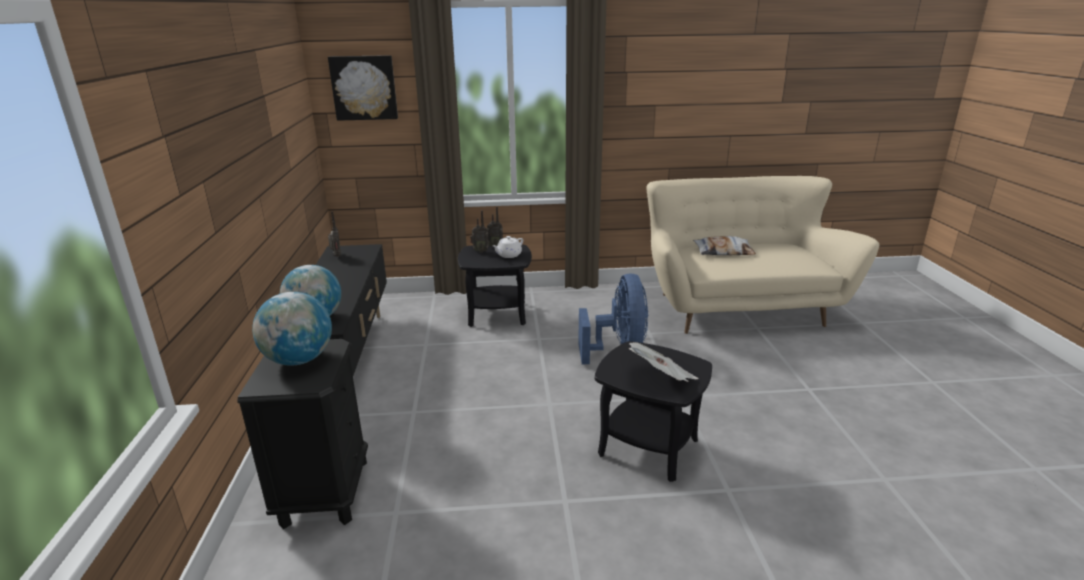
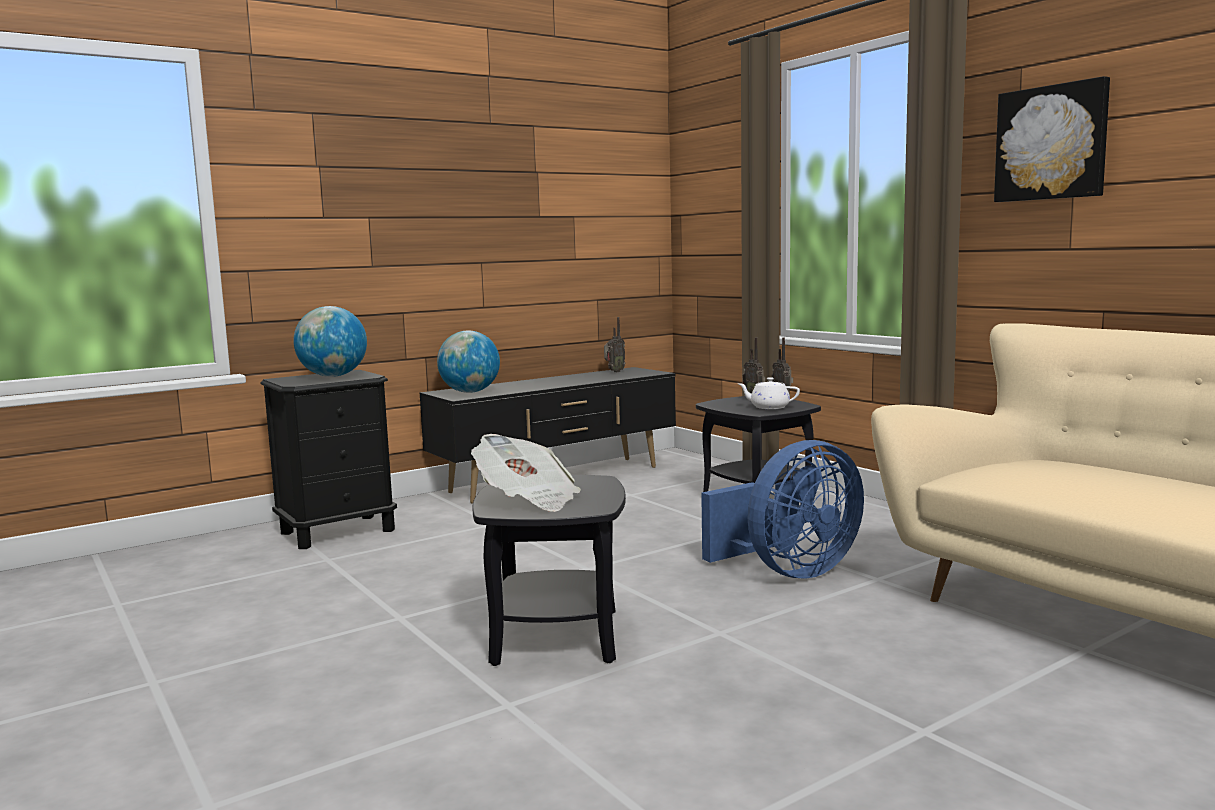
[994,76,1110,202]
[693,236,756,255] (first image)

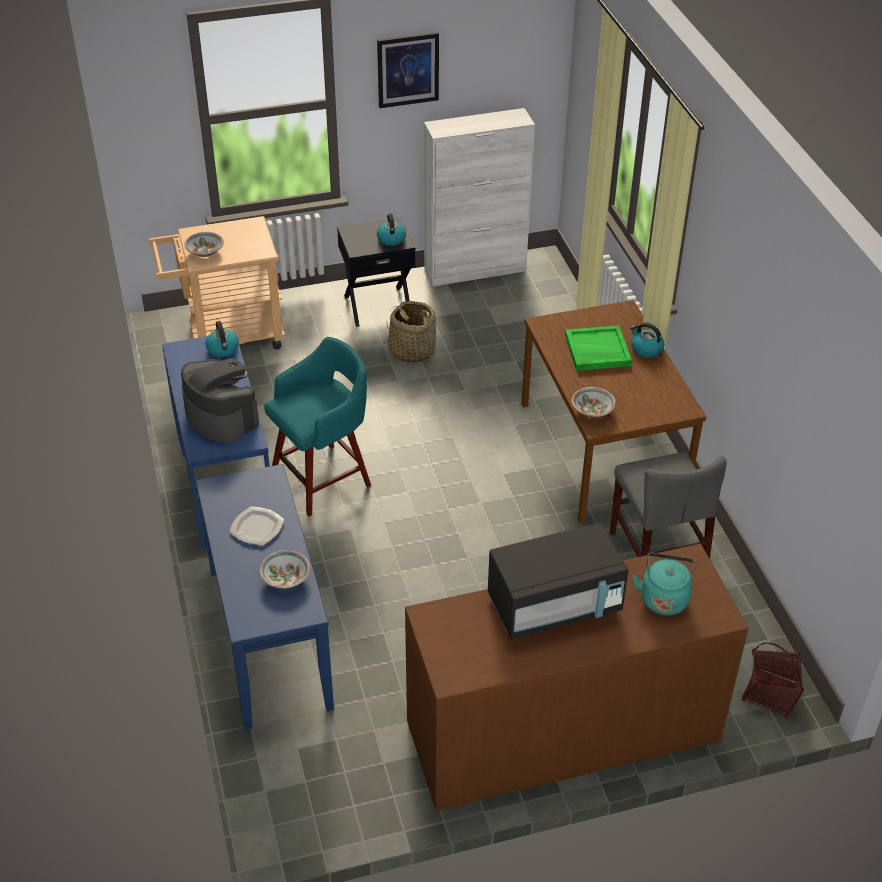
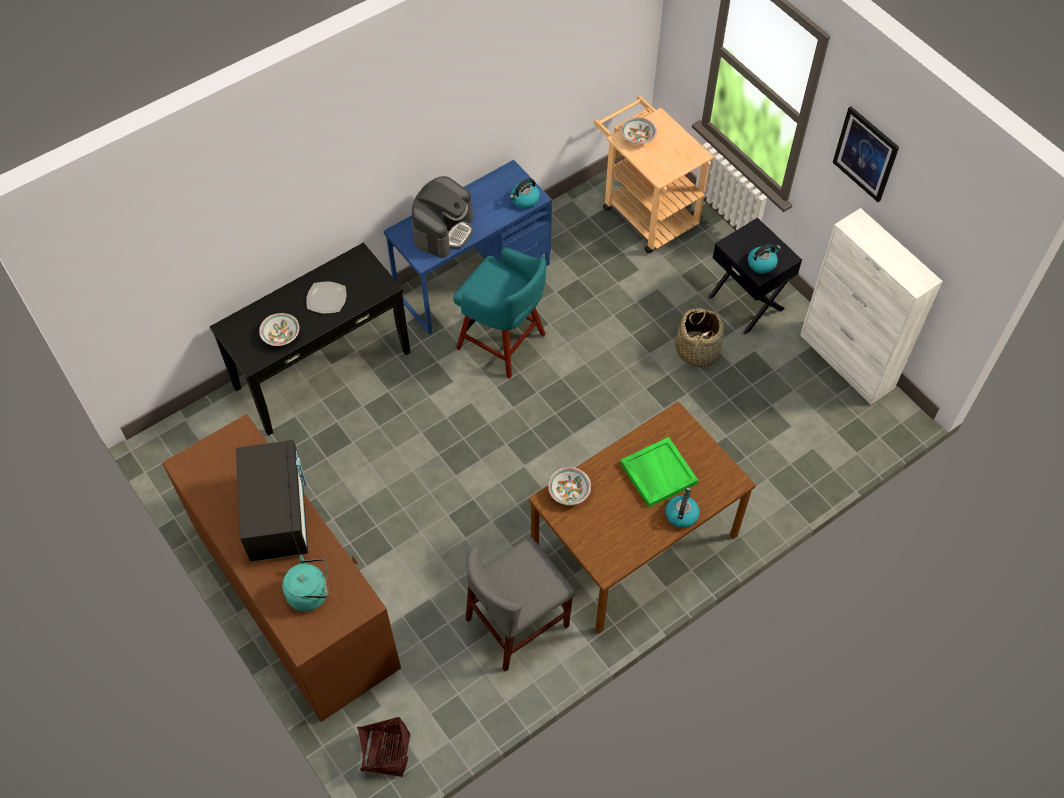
[210,243,411,436]
[236,440,308,562]

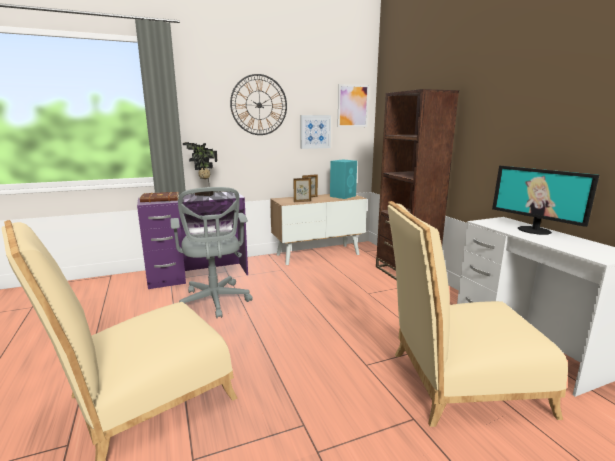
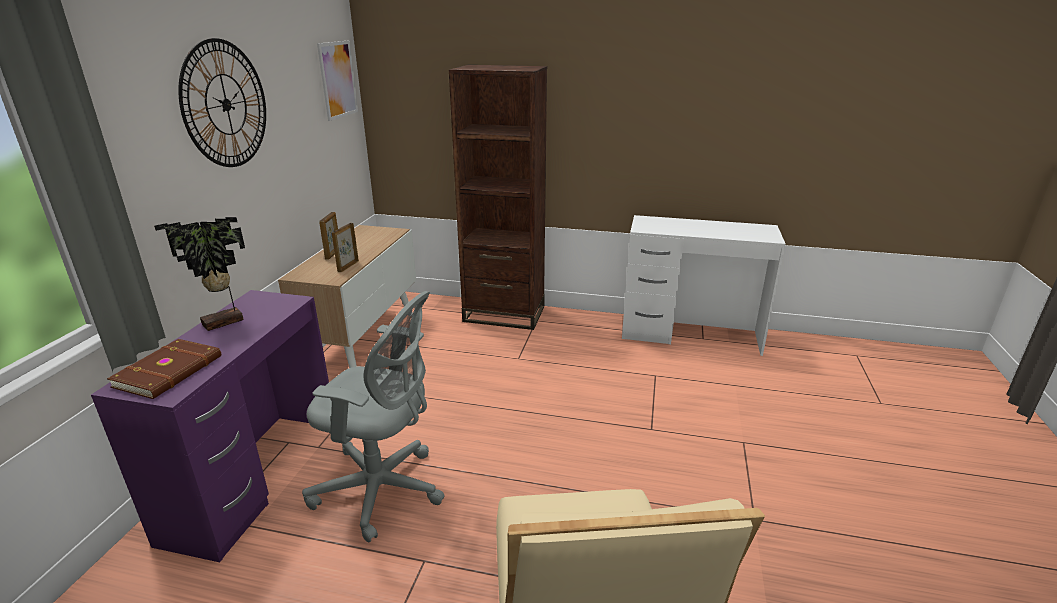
[300,115,331,149] (first image)
[330,159,357,199] (first image)
[388,201,568,427] (first image)
[492,166,599,235] (first image)

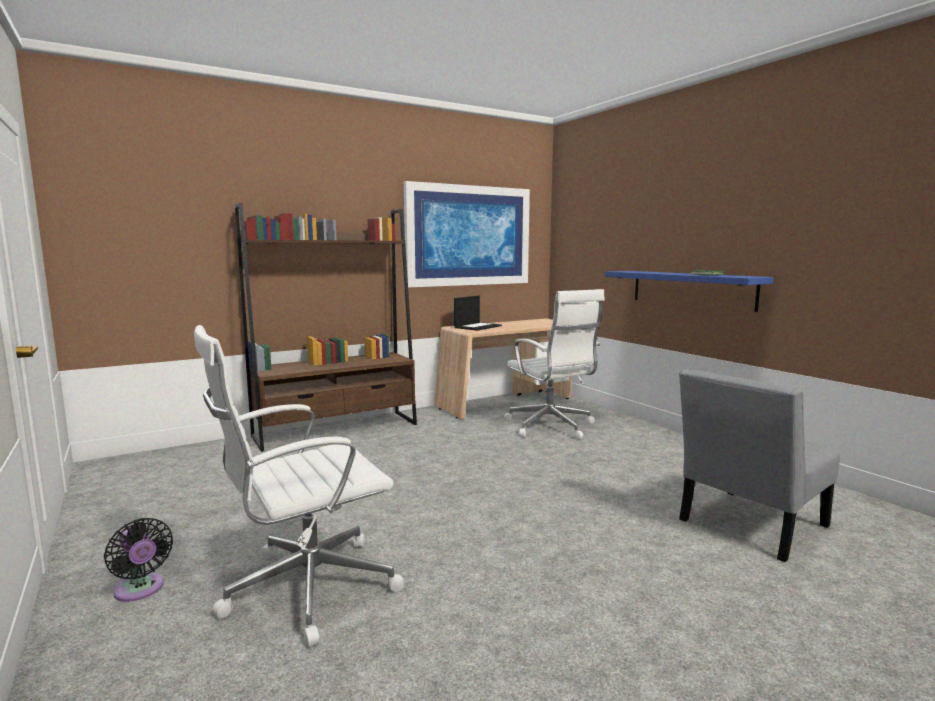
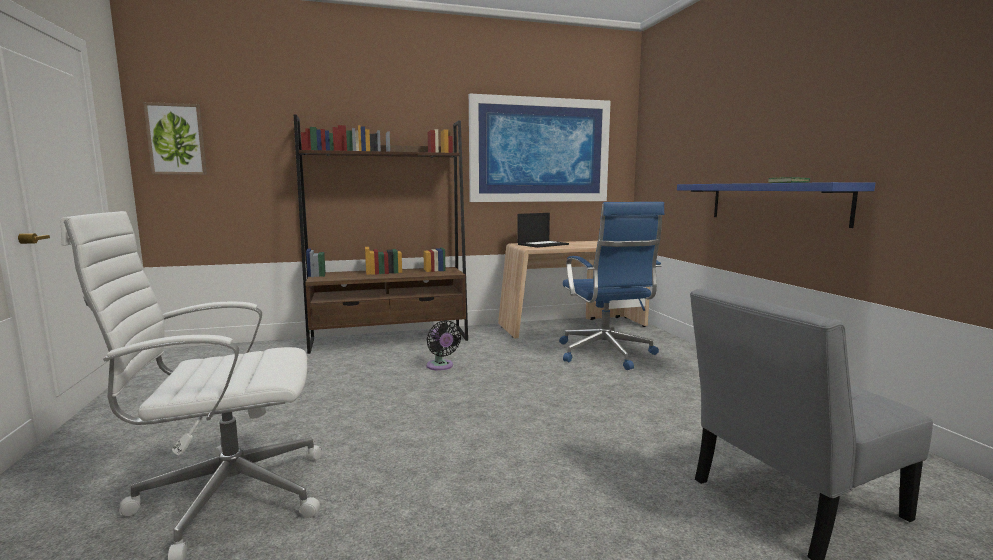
[143,102,207,175]
[426,320,461,370]
[559,202,664,370]

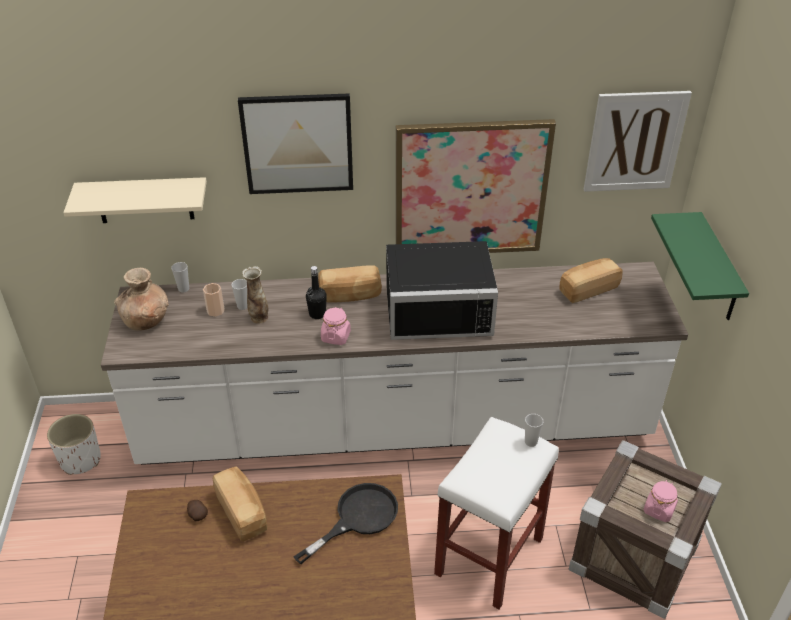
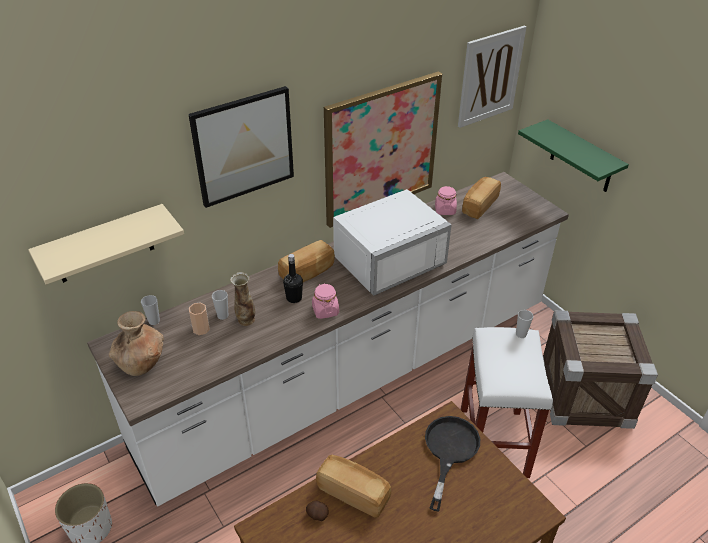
[333,189,451,296]
[435,186,457,215]

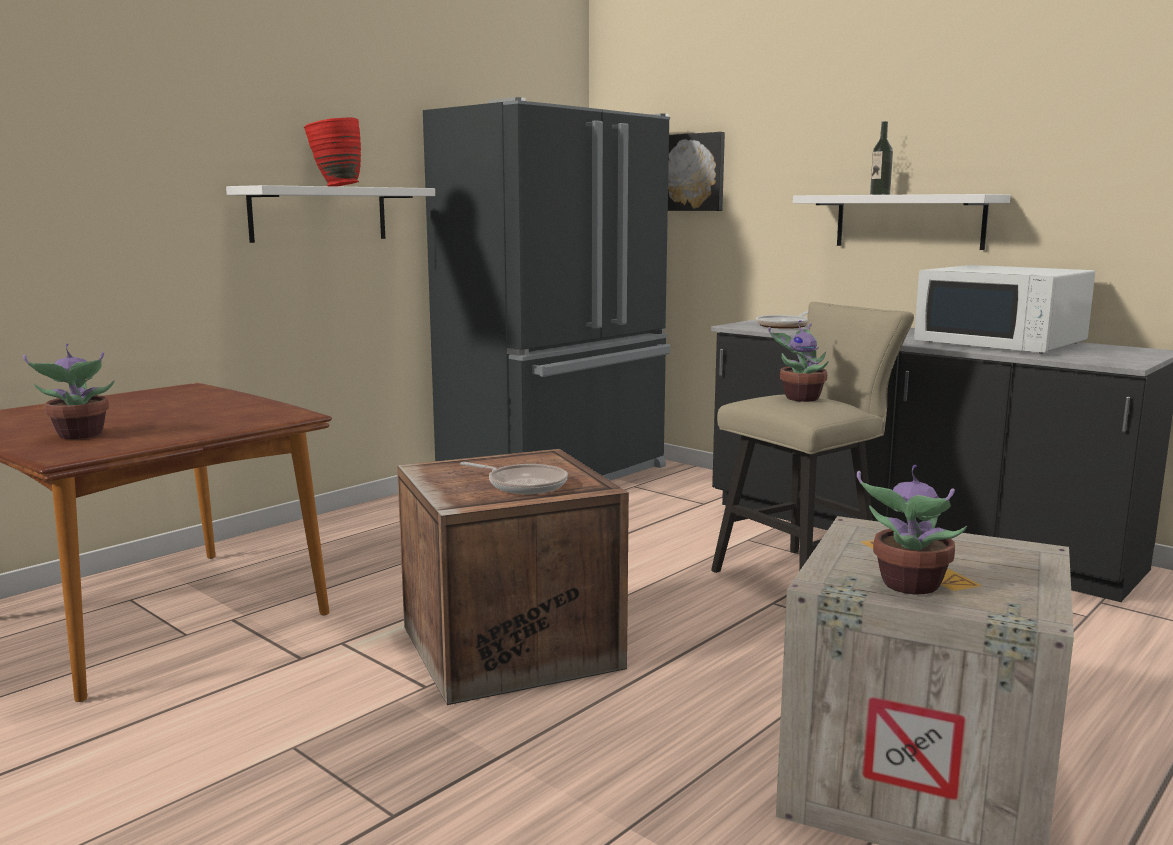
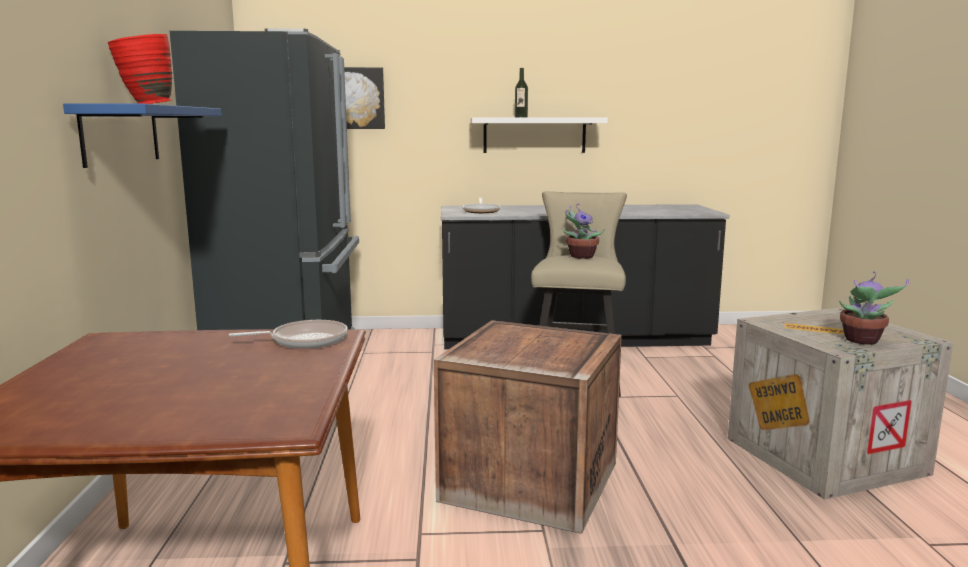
[63,103,222,168]
[229,320,348,349]
[23,344,115,439] (first image)
[914,265,1095,353] (first image)

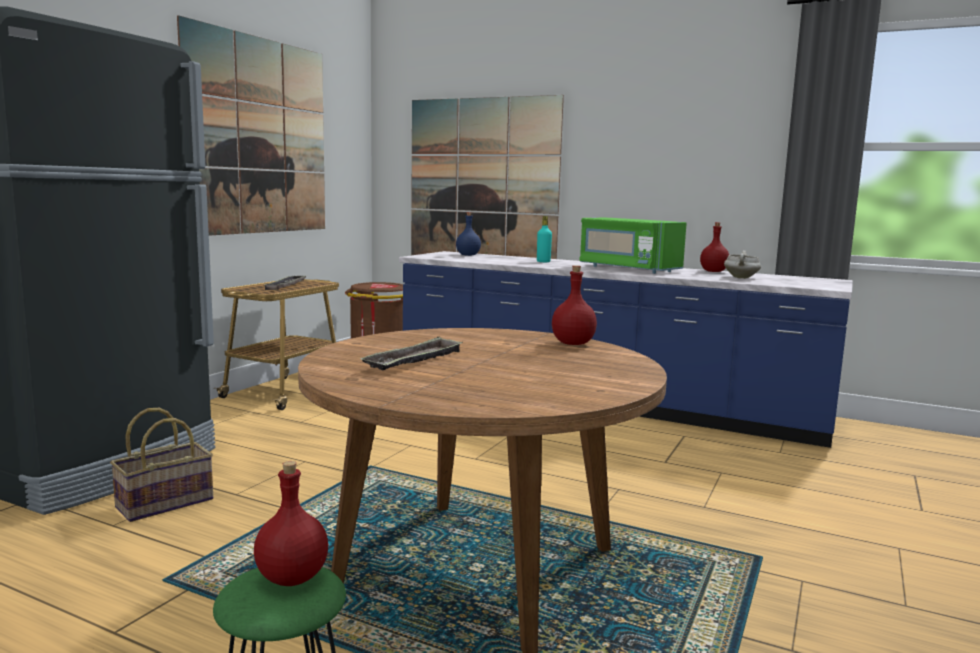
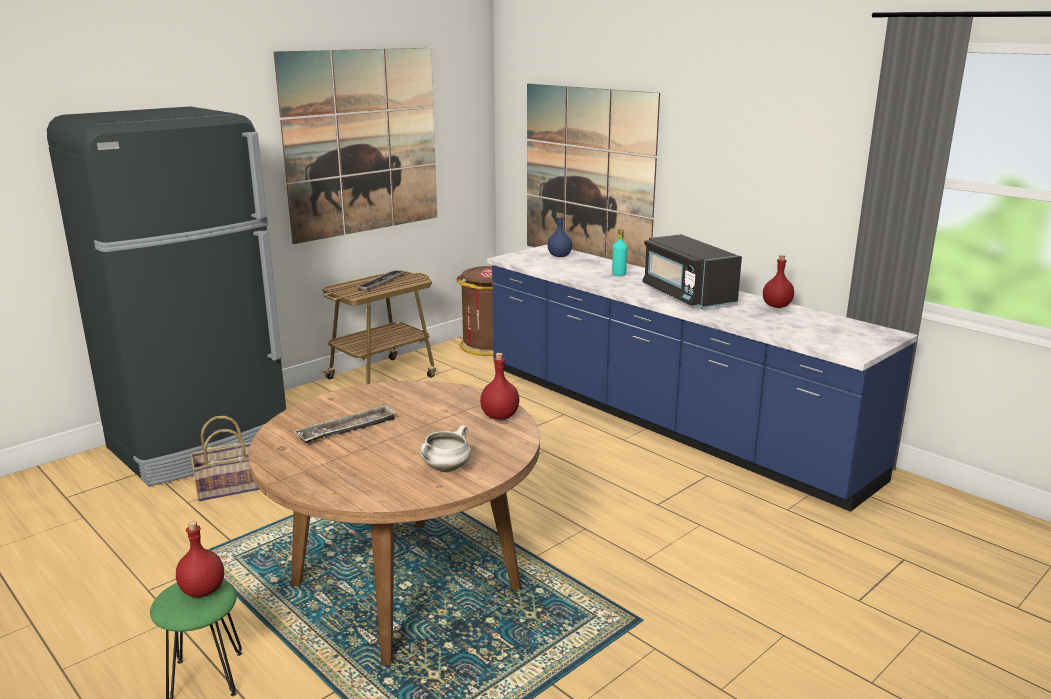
[420,425,472,472]
[642,234,742,309]

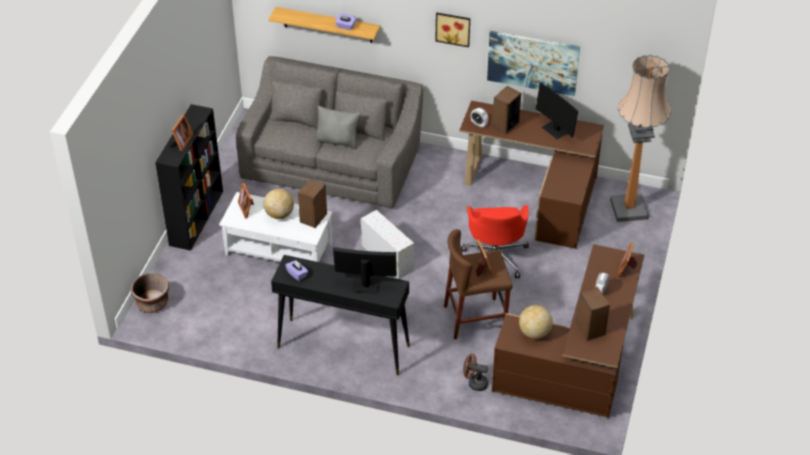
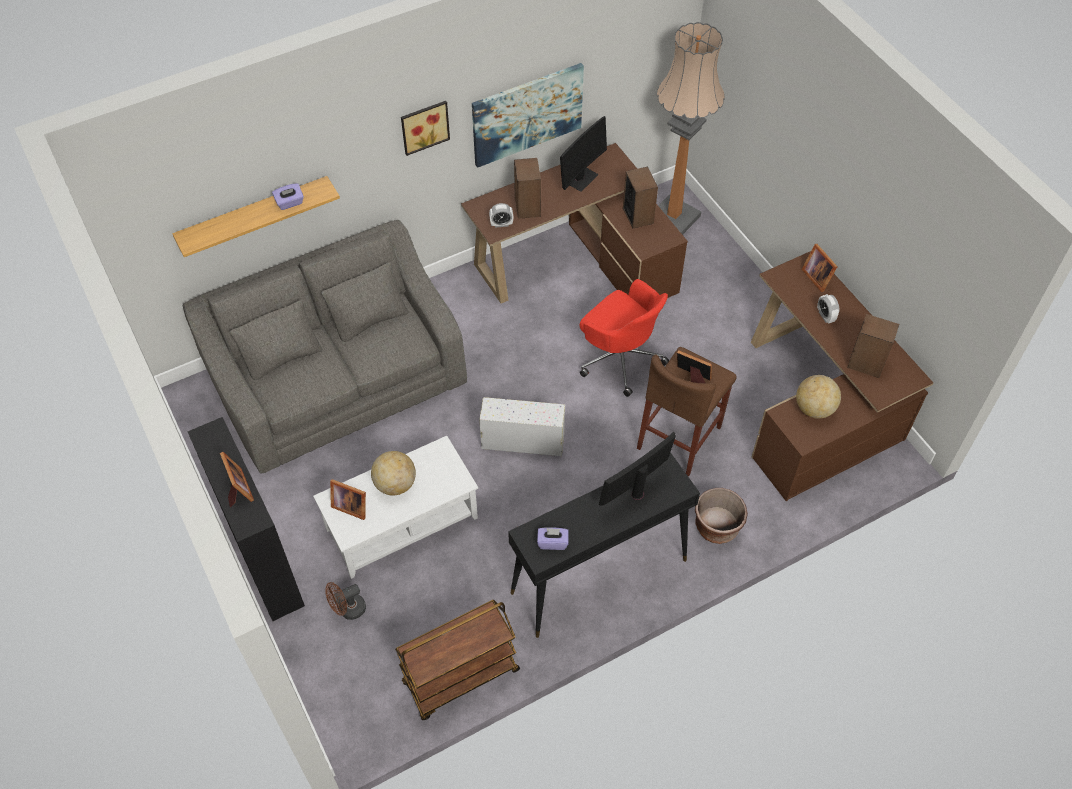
[325,582,366,620]
[395,600,520,720]
[560,116,607,192]
[623,167,658,229]
[695,488,748,544]
[316,106,361,149] (first image)

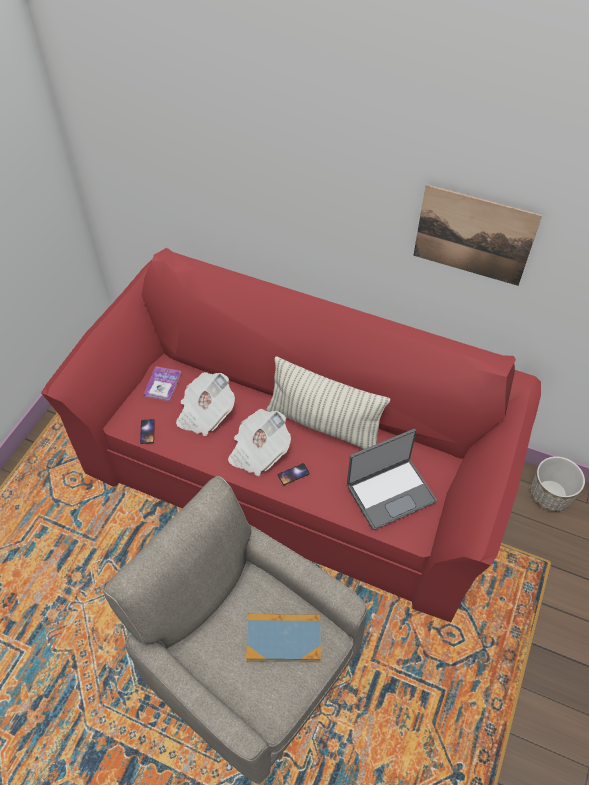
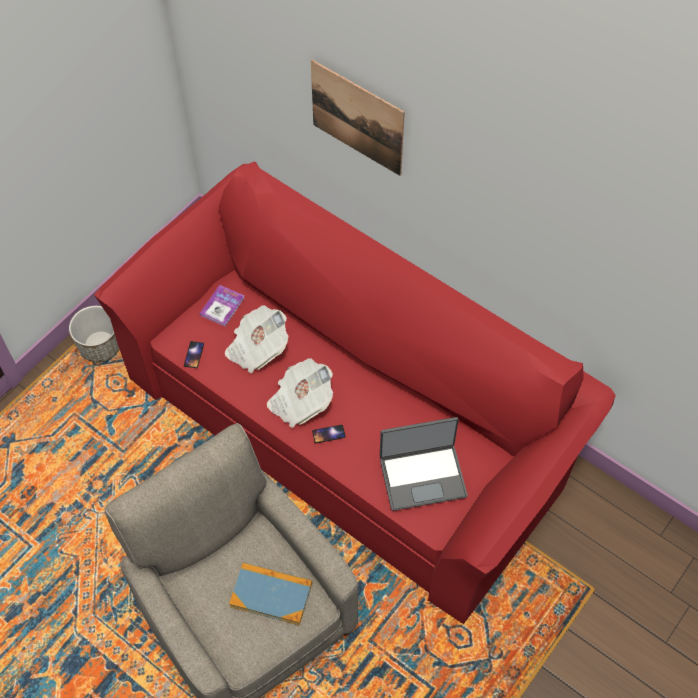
[69,306,119,362]
[311,60,405,176]
[266,356,390,449] (first image)

